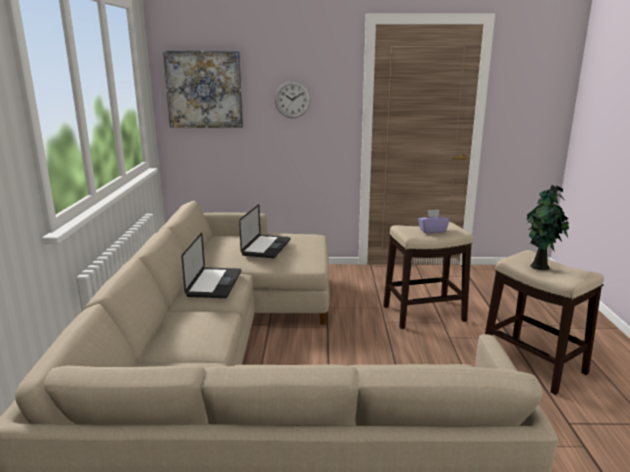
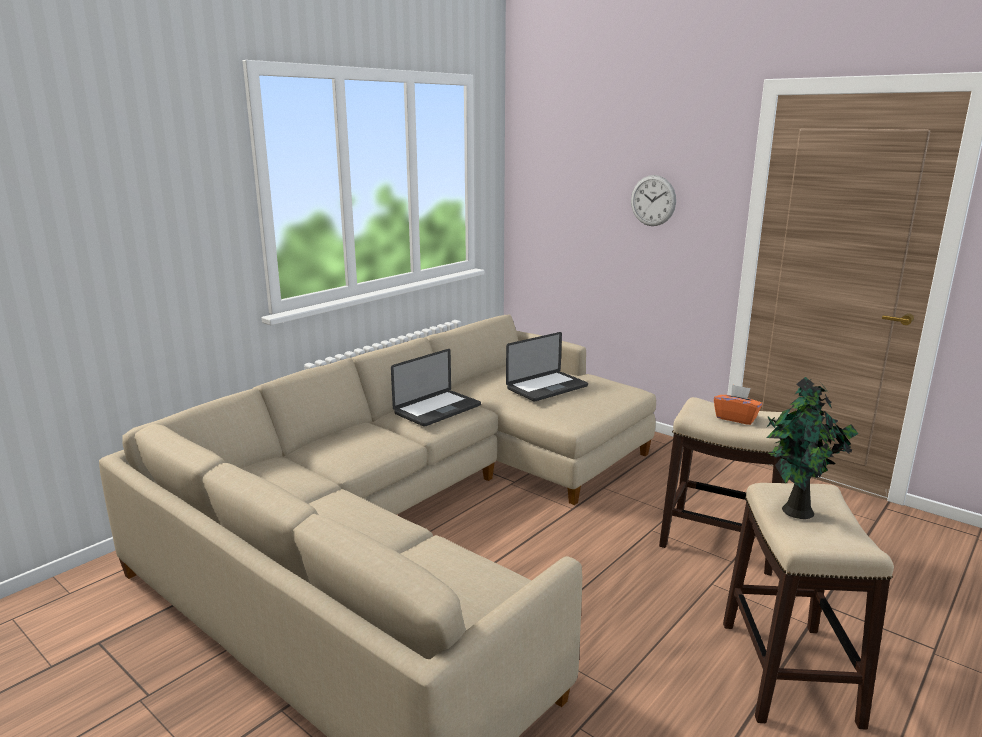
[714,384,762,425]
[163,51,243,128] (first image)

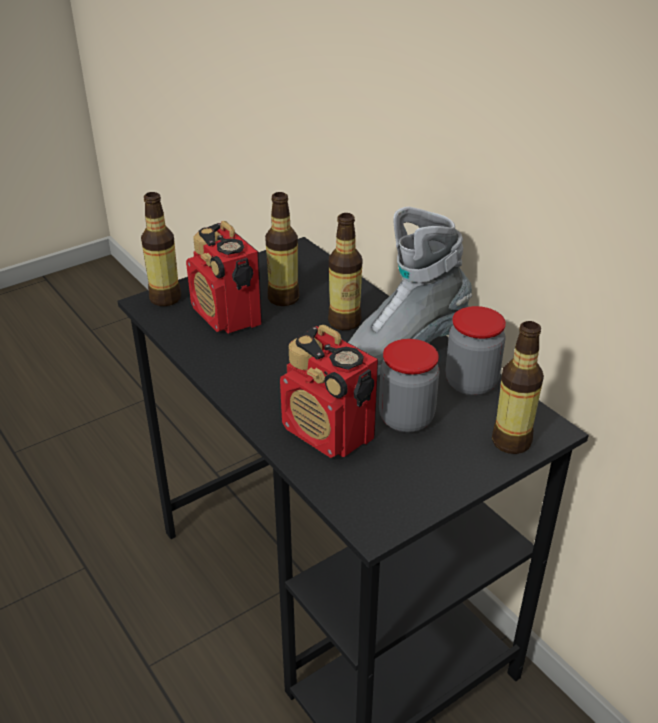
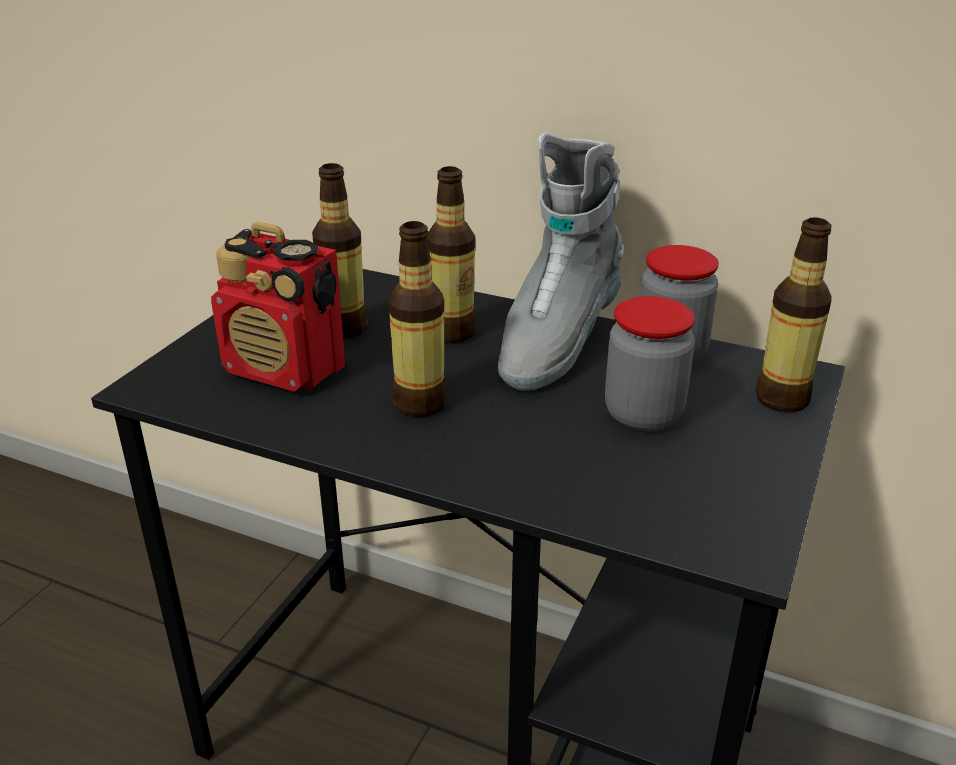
[388,221,447,417]
[280,325,378,458] (first image)

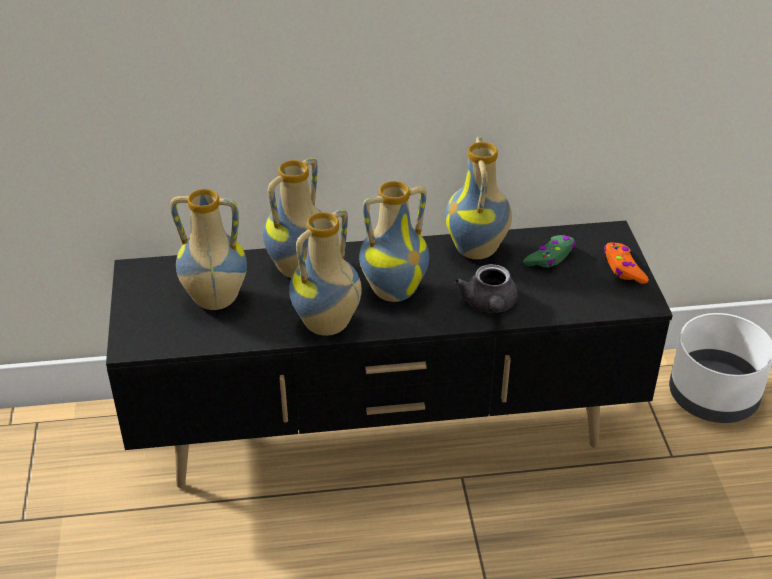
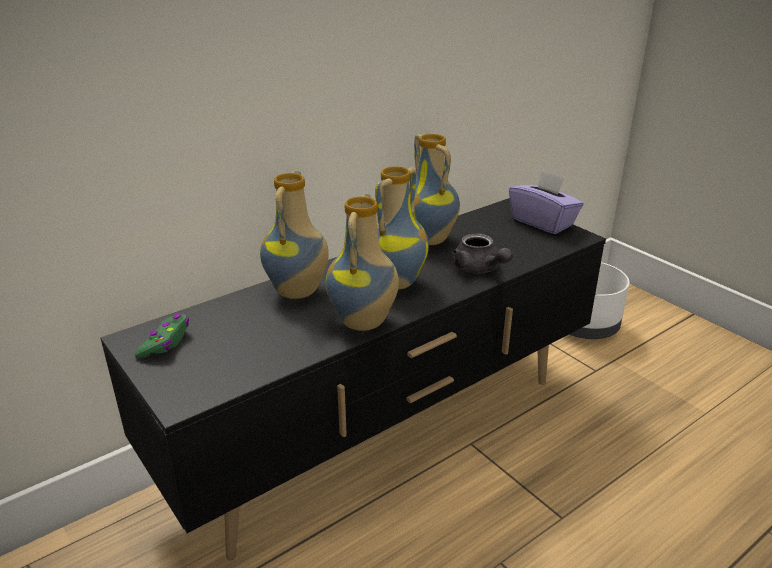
[135,314,189,358]
[509,170,583,234]
[170,189,247,310] (first image)

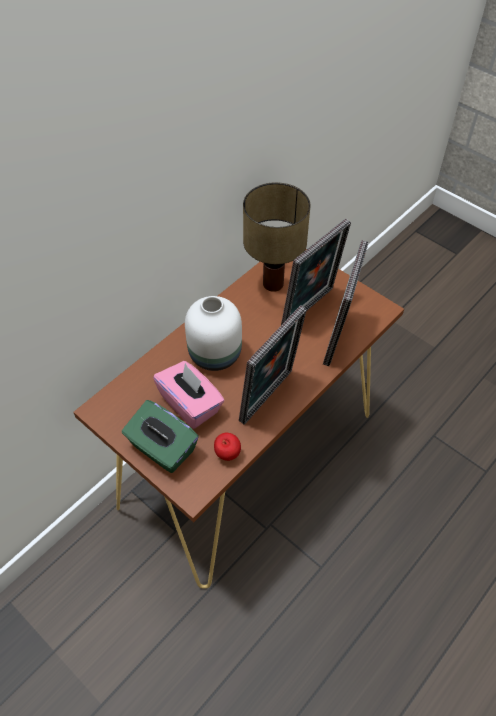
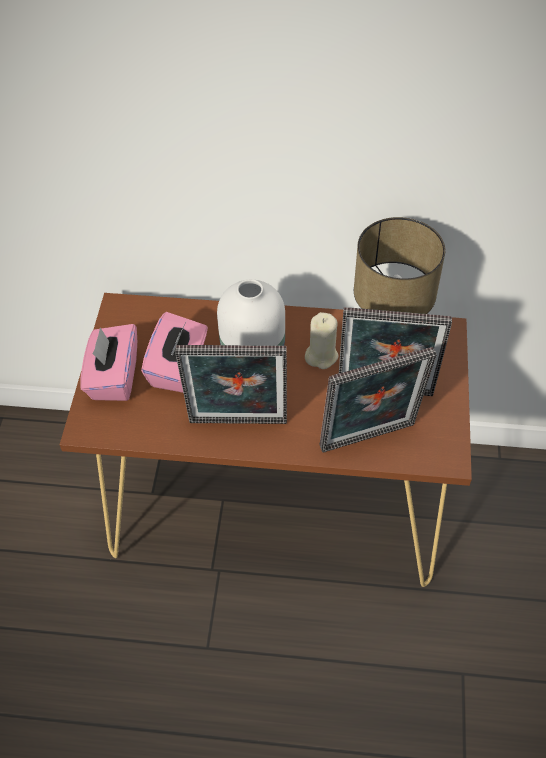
[80,324,137,401]
[305,312,339,369]
[214,433,241,461] (first image)

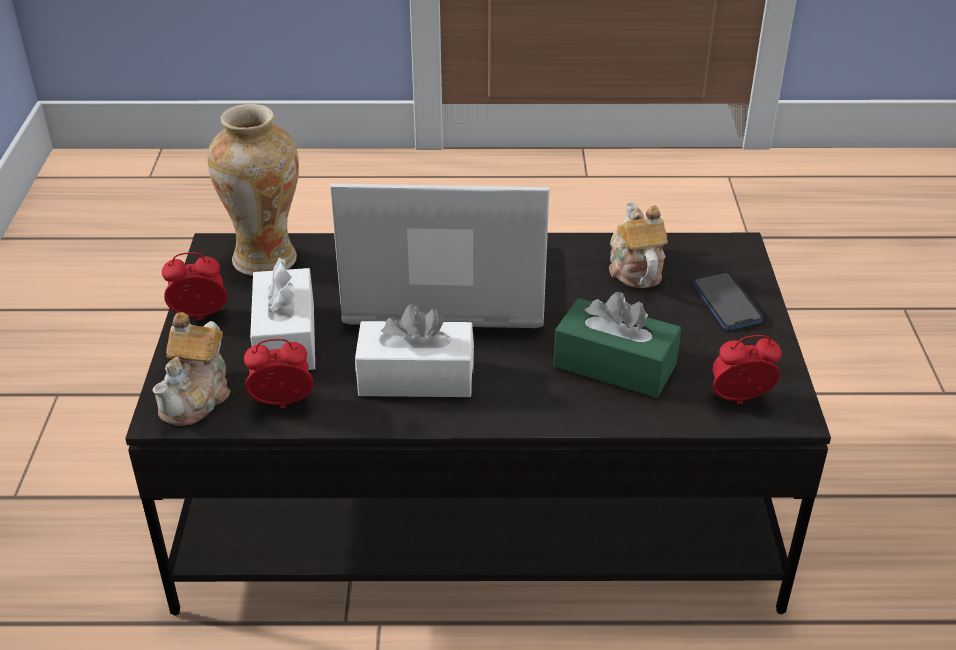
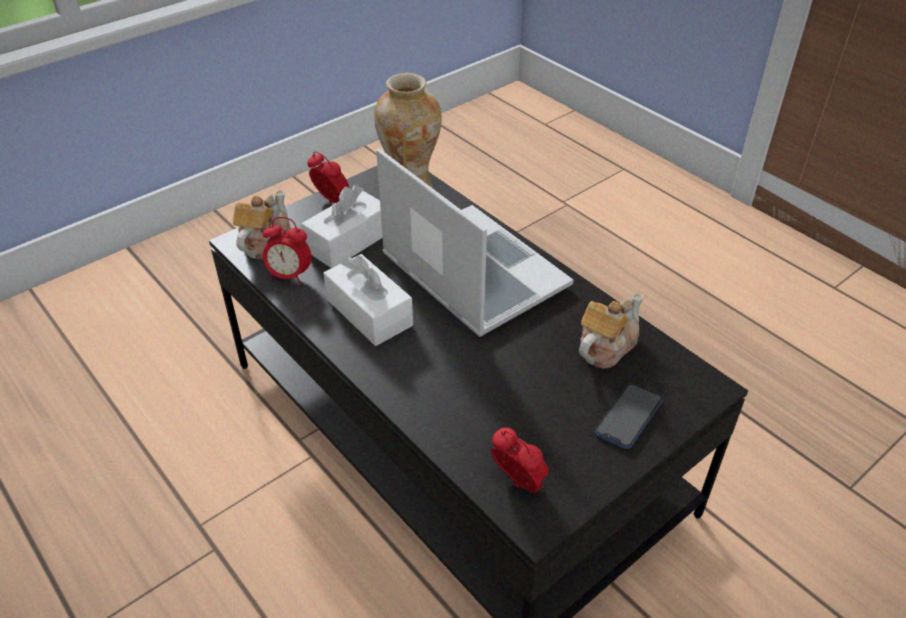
[233,190,291,259]
[263,217,311,285]
[553,292,681,398] (first image)

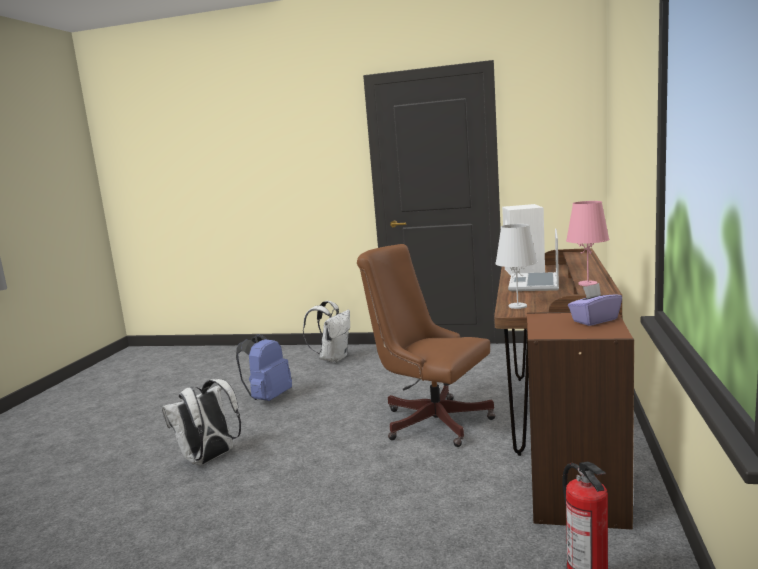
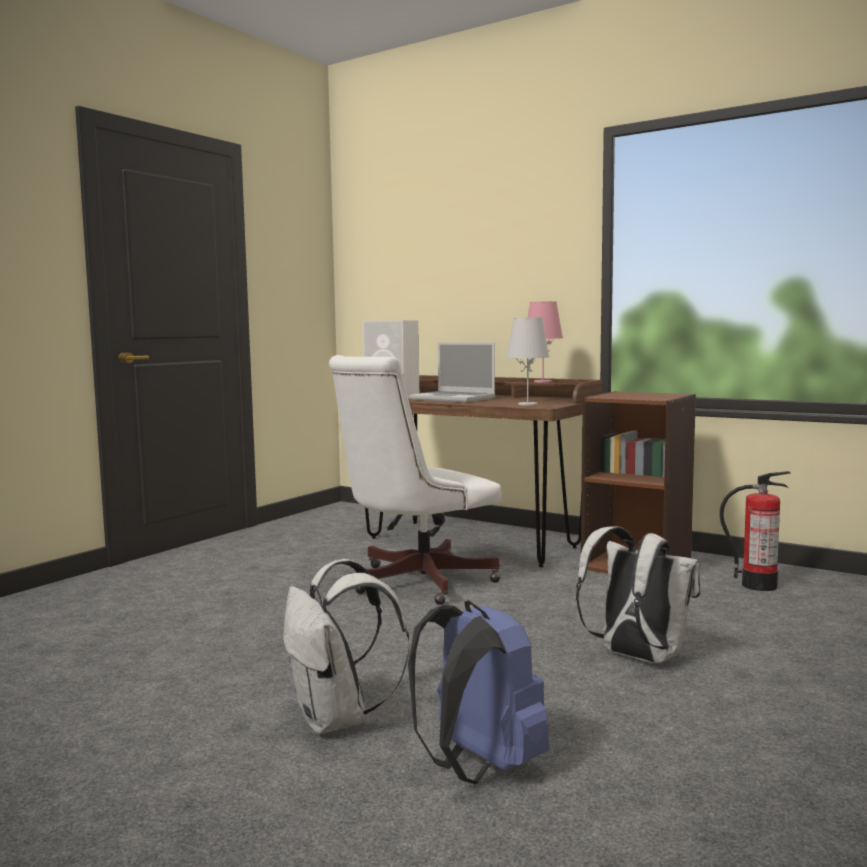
[329,355,501,605]
[408,600,549,784]
[576,526,700,663]
[568,283,622,326] (first image)

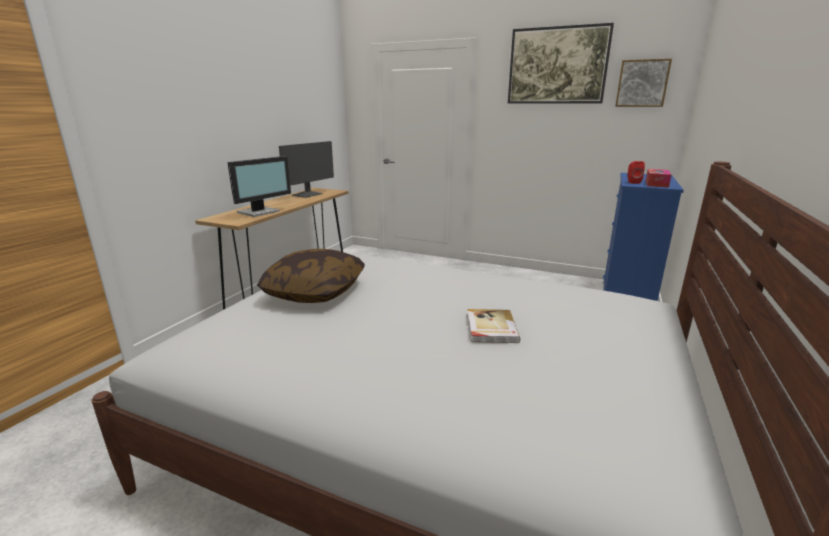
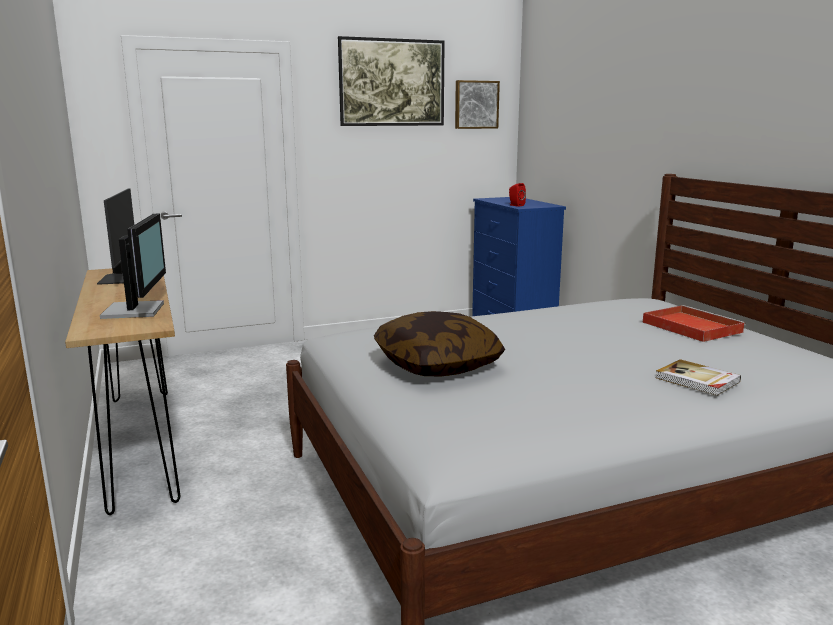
[643,305,746,342]
[655,359,741,396]
[646,169,672,188] (first image)

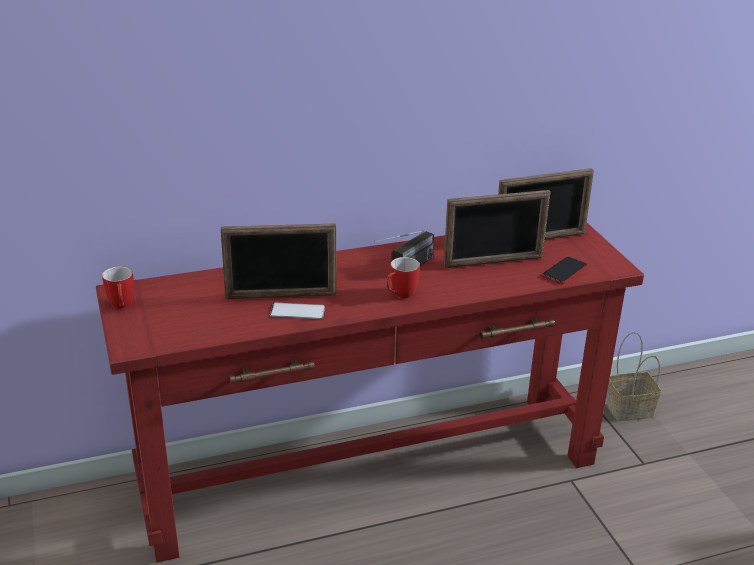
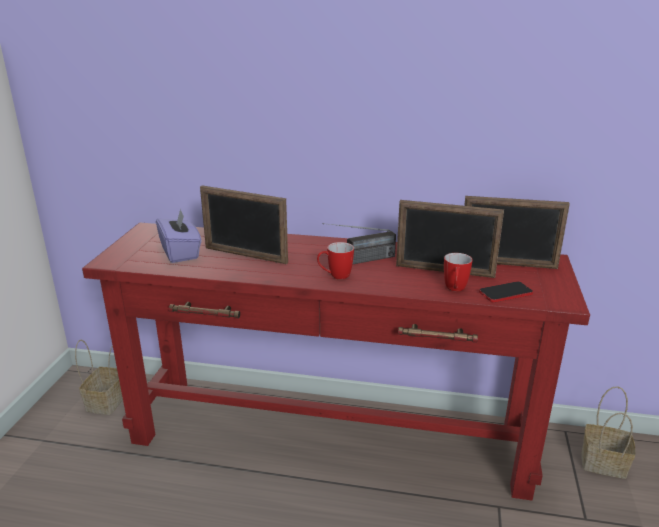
[75,339,123,415]
[156,209,201,263]
[444,253,473,292]
[270,303,325,319] (first image)

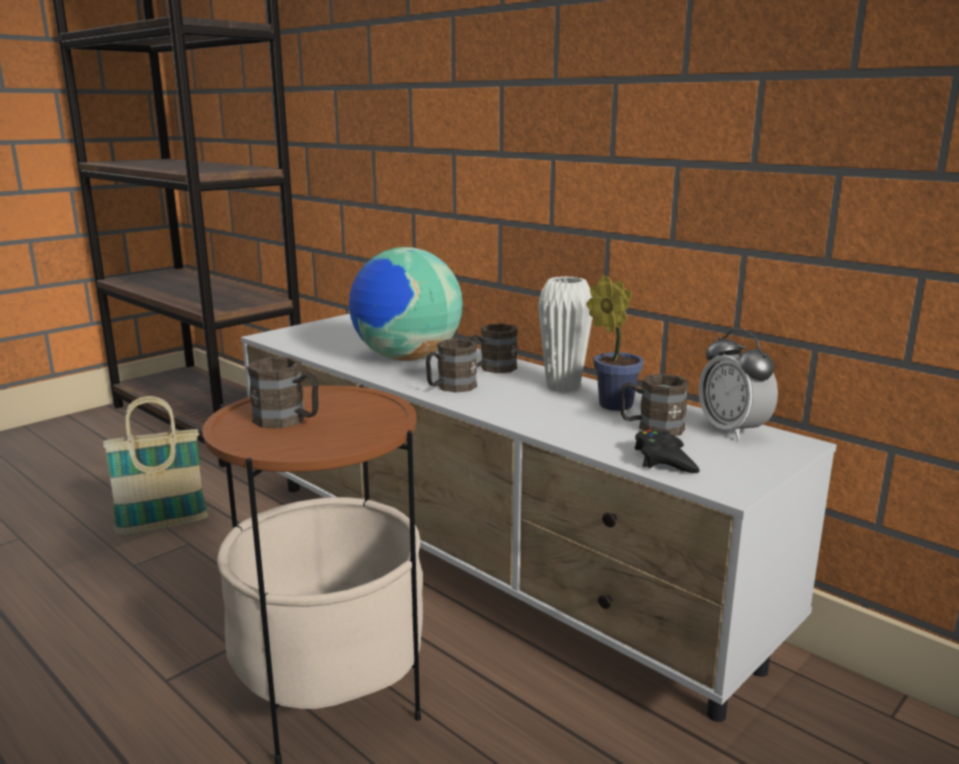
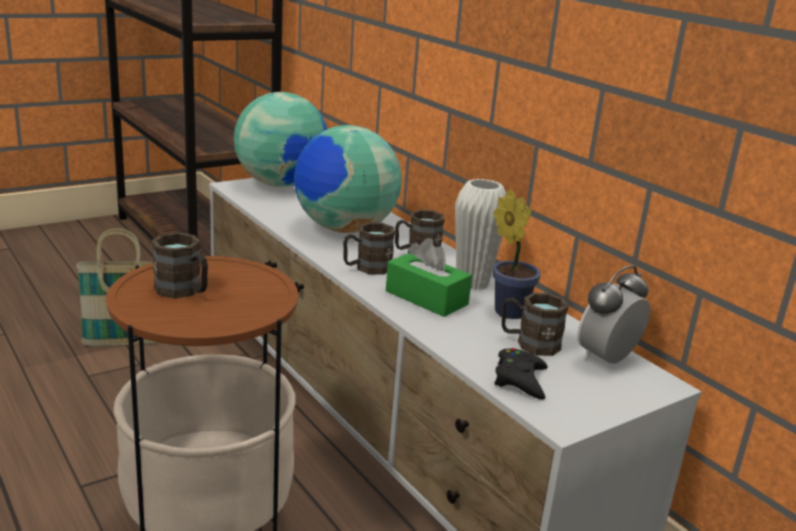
[234,92,327,187]
[386,238,472,317]
[577,265,650,364]

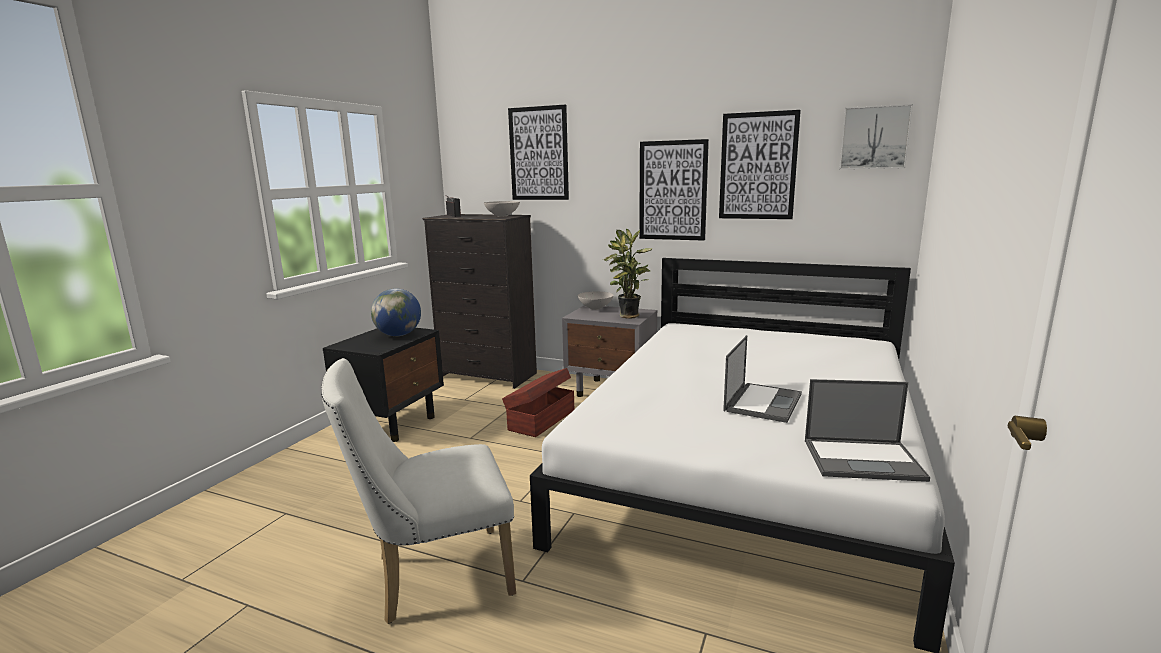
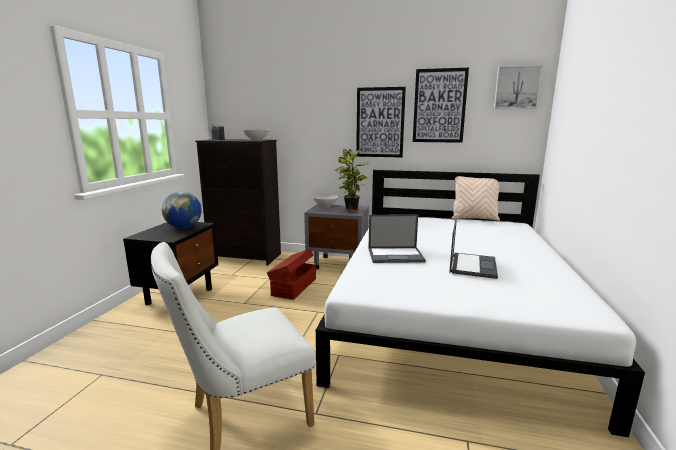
[368,214,426,263]
[451,176,500,221]
[508,105,569,200] (first image)

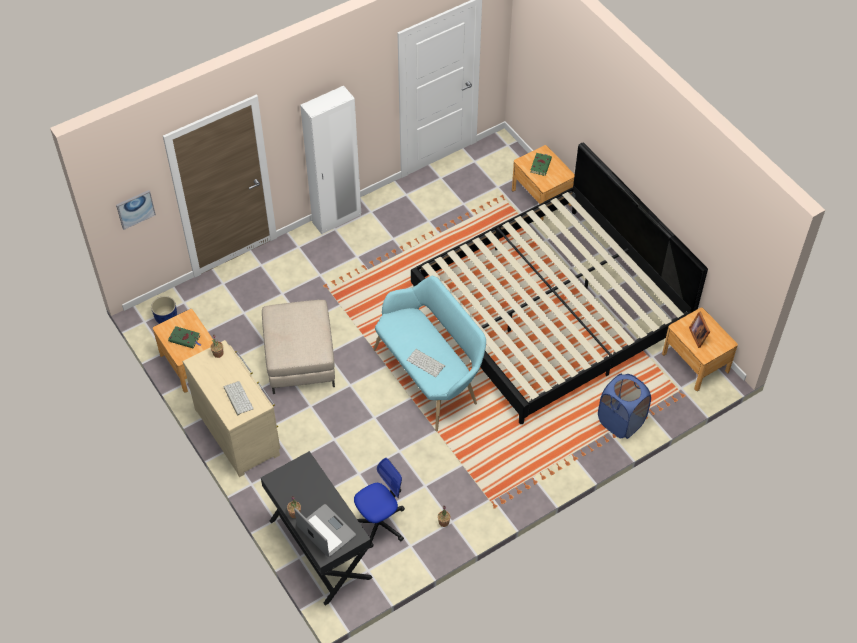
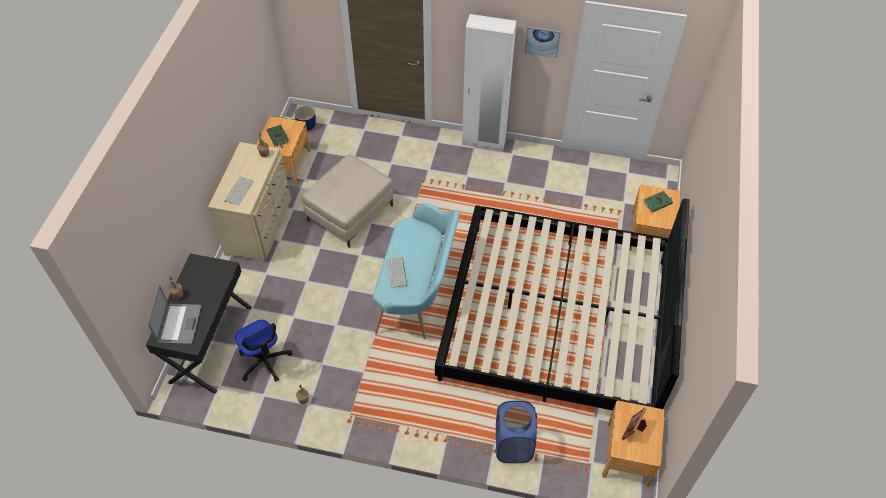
[235,320,293,382]
[525,26,561,58]

